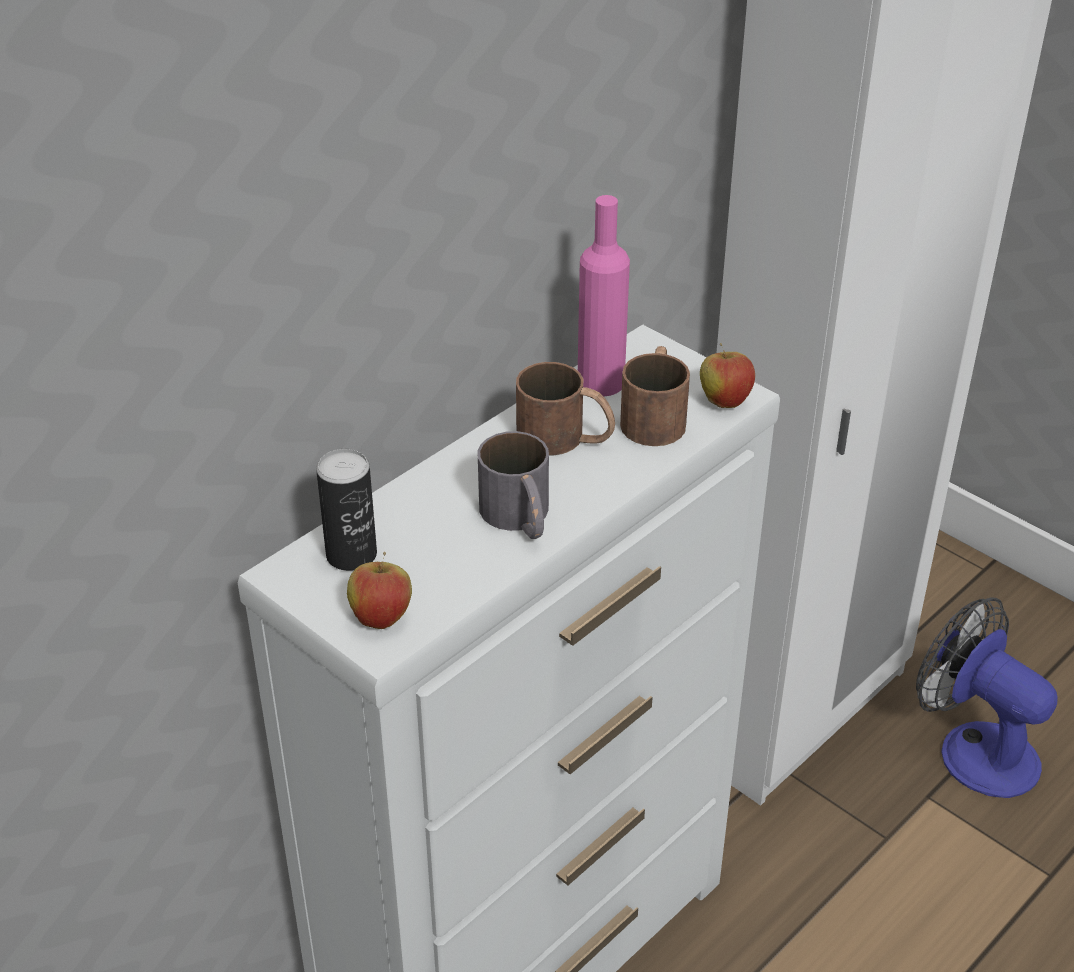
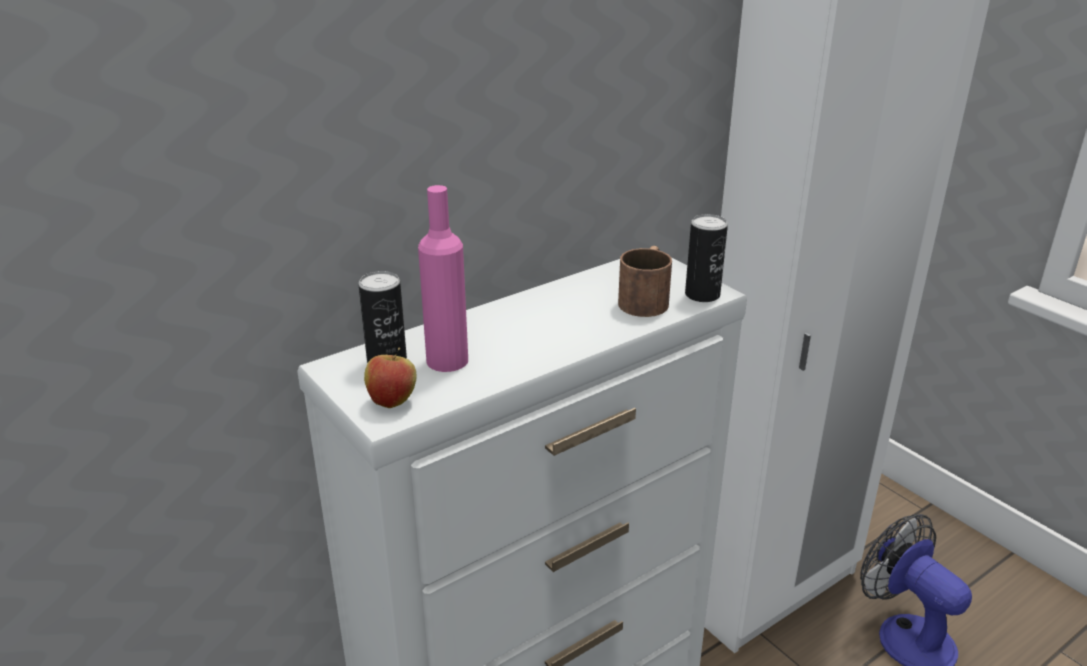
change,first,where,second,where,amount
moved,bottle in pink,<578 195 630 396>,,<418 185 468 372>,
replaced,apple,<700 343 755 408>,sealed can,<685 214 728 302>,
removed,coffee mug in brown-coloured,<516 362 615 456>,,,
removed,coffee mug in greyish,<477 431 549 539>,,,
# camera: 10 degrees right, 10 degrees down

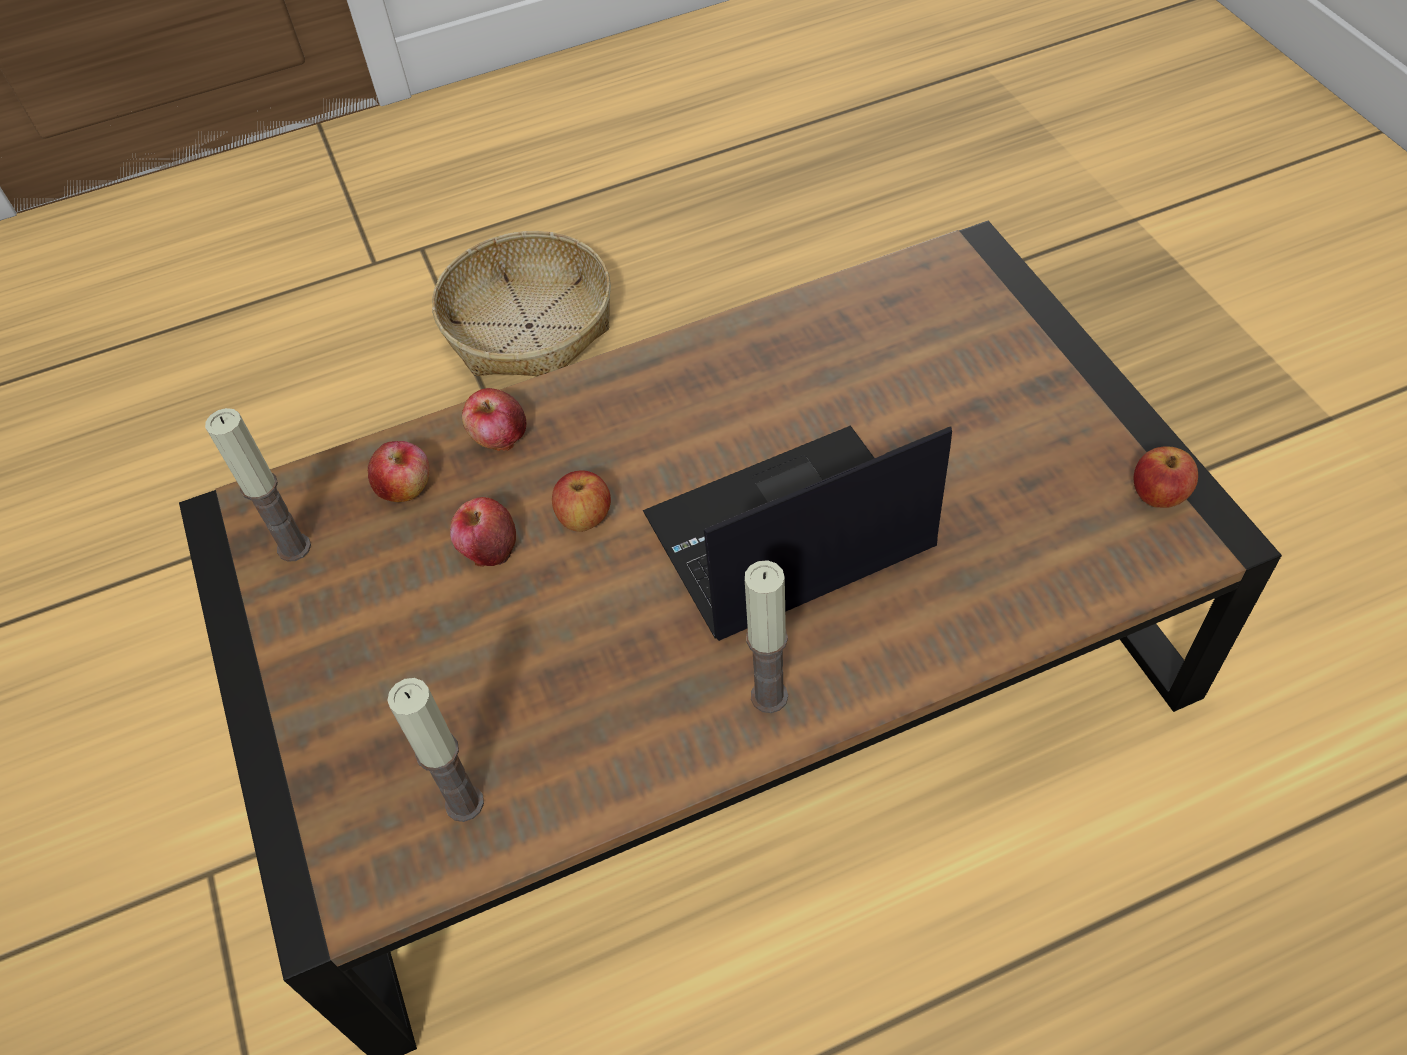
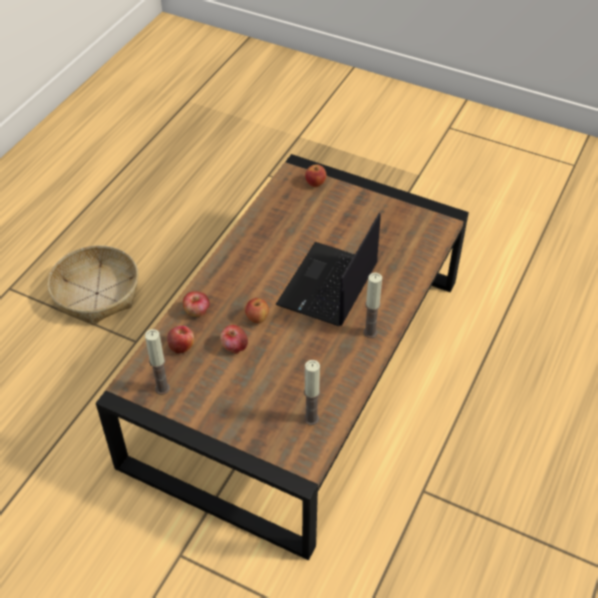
change,first,where,second,where,amount
moved,apple,<1134 446 1198 508>,,<305 164 326 187>,
# camera: 45 degrees left, 5 degrees down

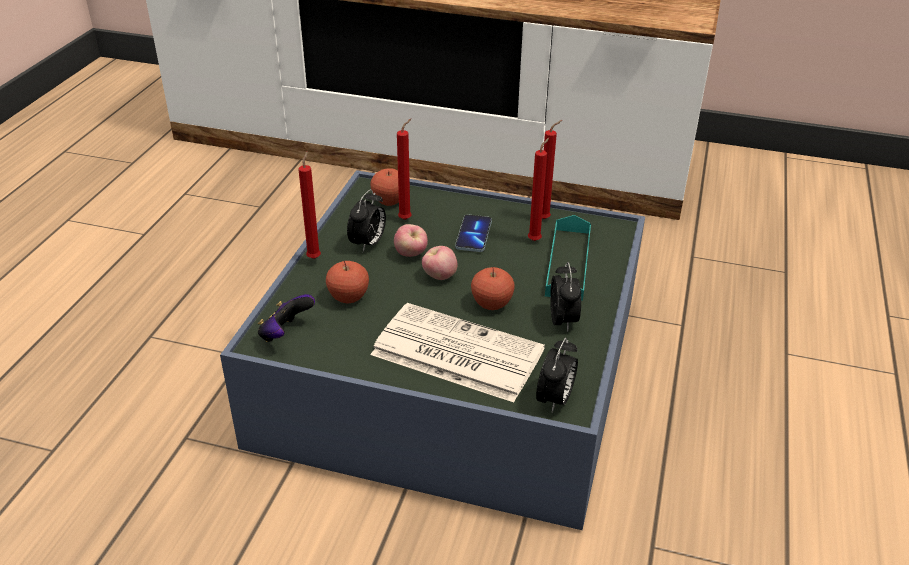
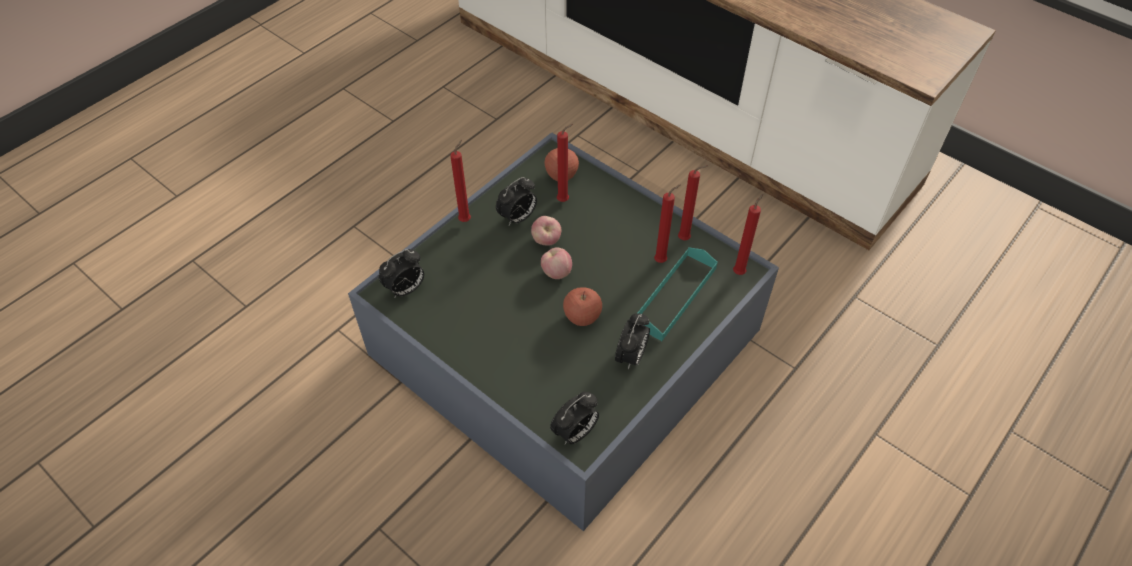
change,first,where,second,where,amount
removed,phone,<455 215 492 252>,,,
removed,apple,<326 261 369 303>,,,
replaced,joypad,<258 294 315 342>,table clock,<379 249 424 297>,
removed,printed paper,<371 303 545 402>,,,
added,,,wax light in reddish,<733 194 763 275>,
# camera: 25 degrees right, 15 degrees up

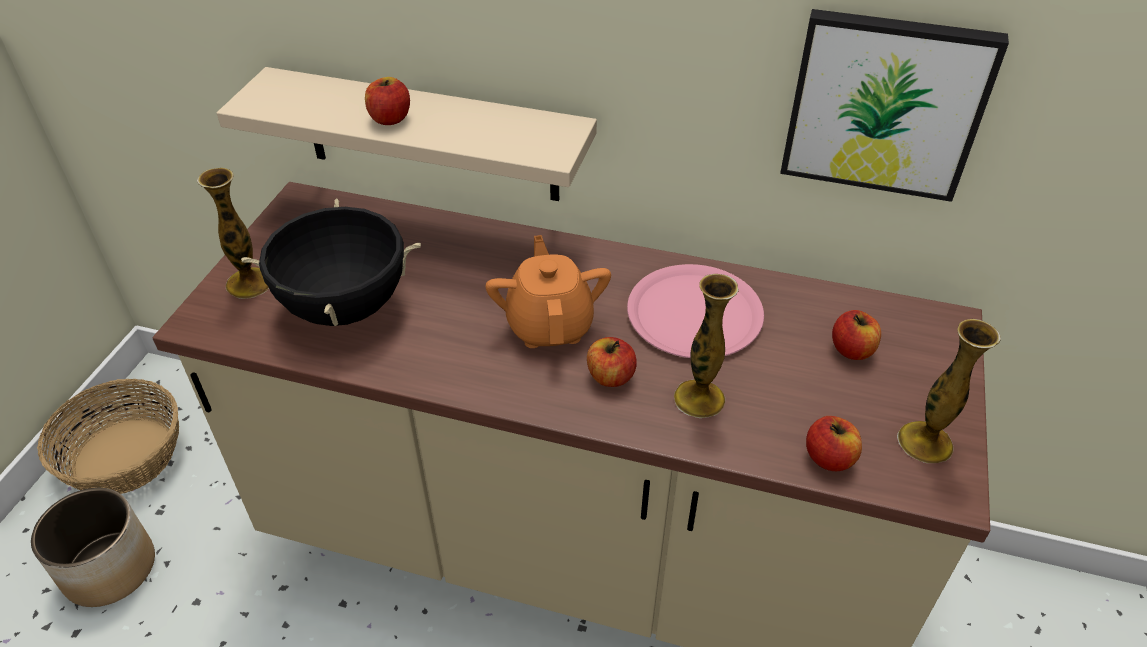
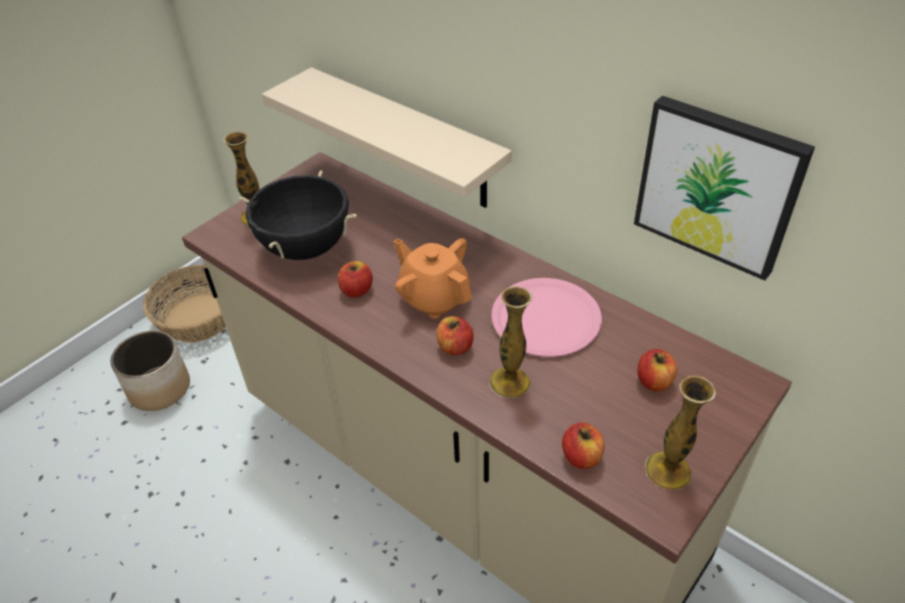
change,first,where,second,where,amount
moved,apple,<365 77 410 125>,,<338 261 373 298>,
turned,teapot in orange,<485 235 611 348>,,<393 238 472 319>,60 degrees counterclockwise
# camera: 25 degrees right, 0 degrees up

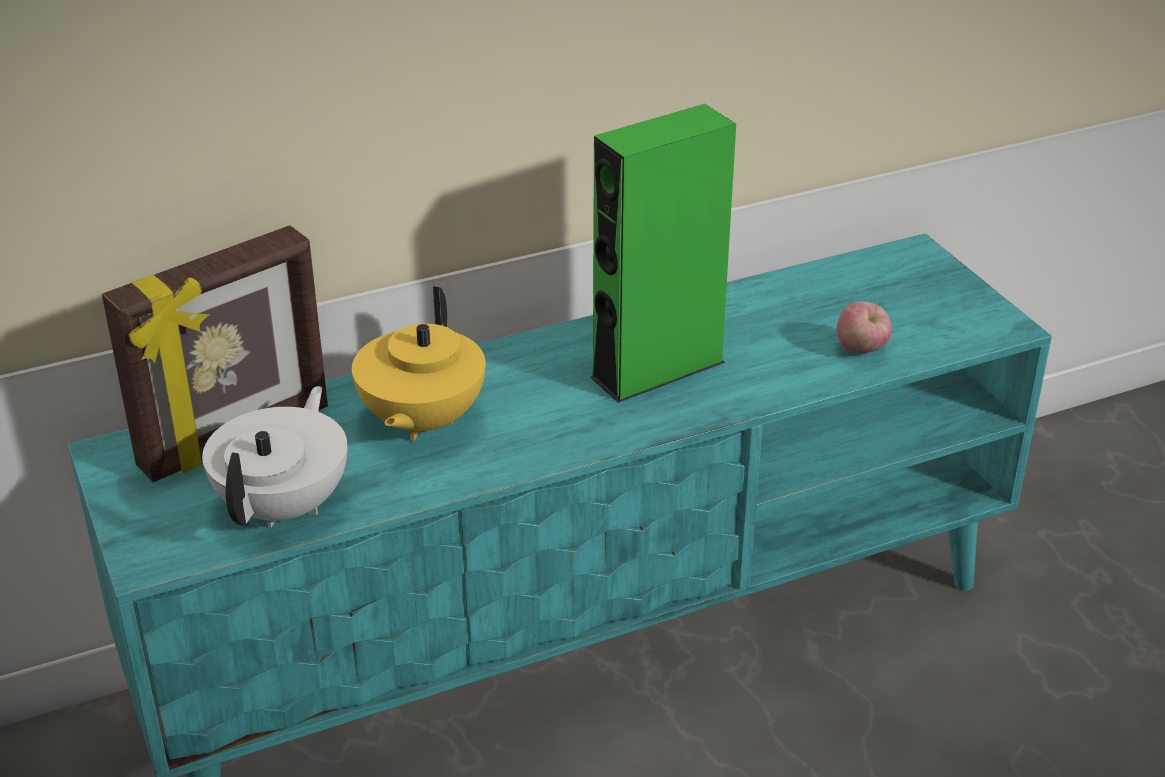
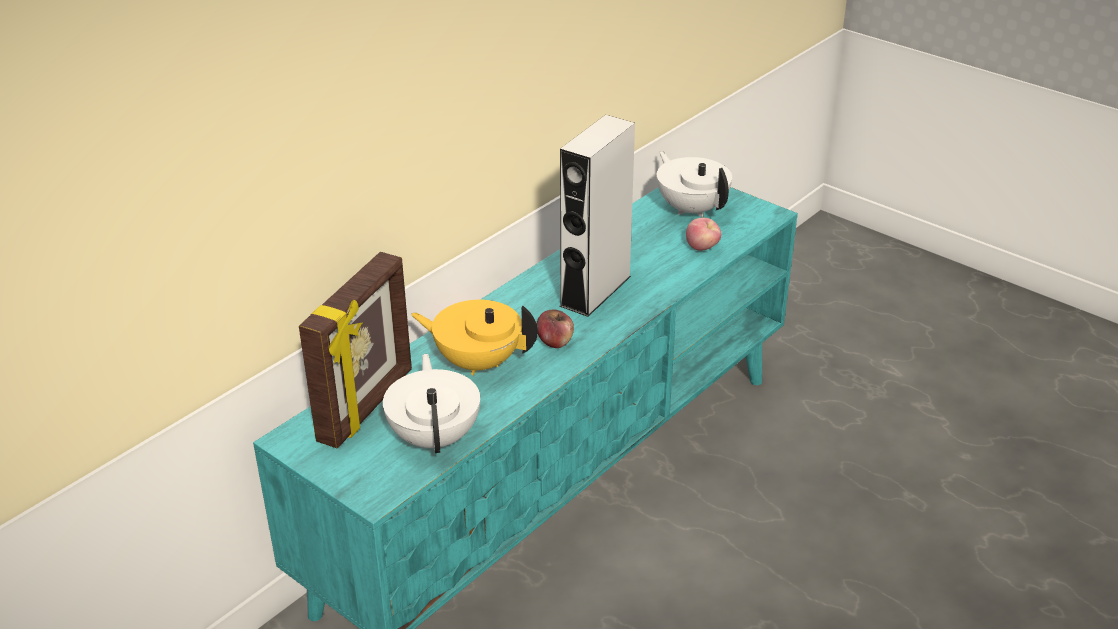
change,first,where,second,where,amount
recoloured,speaker in green,<590 104 736 403>,speaker in greyish,<559 115 635 317>,
turned,teapot in yellow,<352 286 486 441>,,<411 300 538 375>,120 degrees clockwise
added,,,teapot in white,<657 151 732 217>,
added,,,apple,<537 309 574 348>,
# camera: 25 degrees left, 0 degrees up

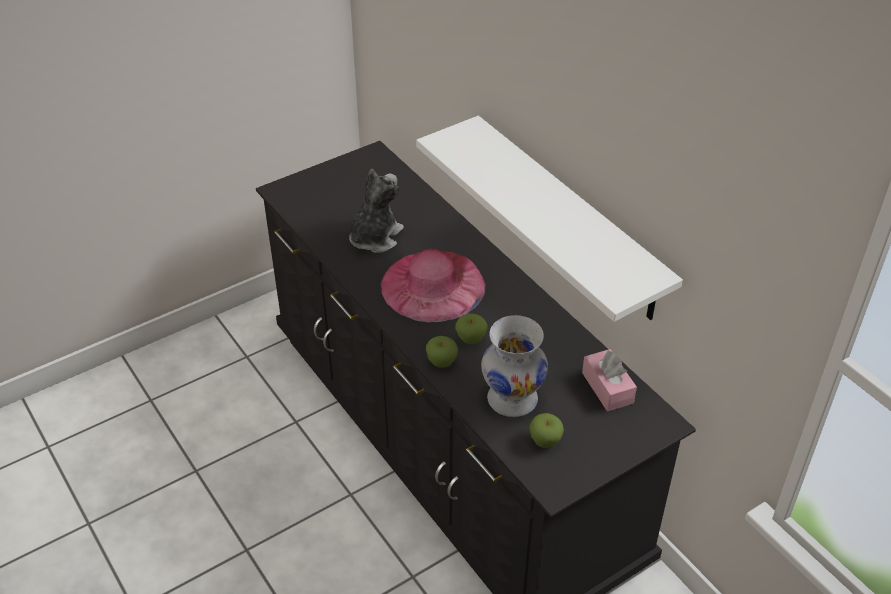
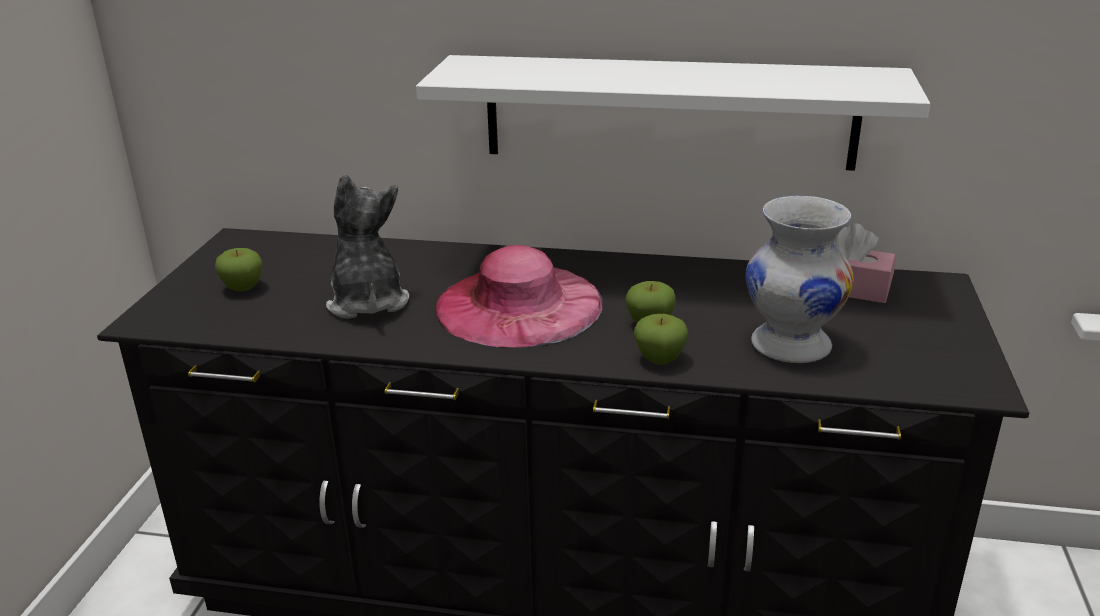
change,first,where,second,where,amount
moved,apple,<529 413 564 448>,,<214 248 262 292>,
# camera: 45 degrees left, 15 degrees down

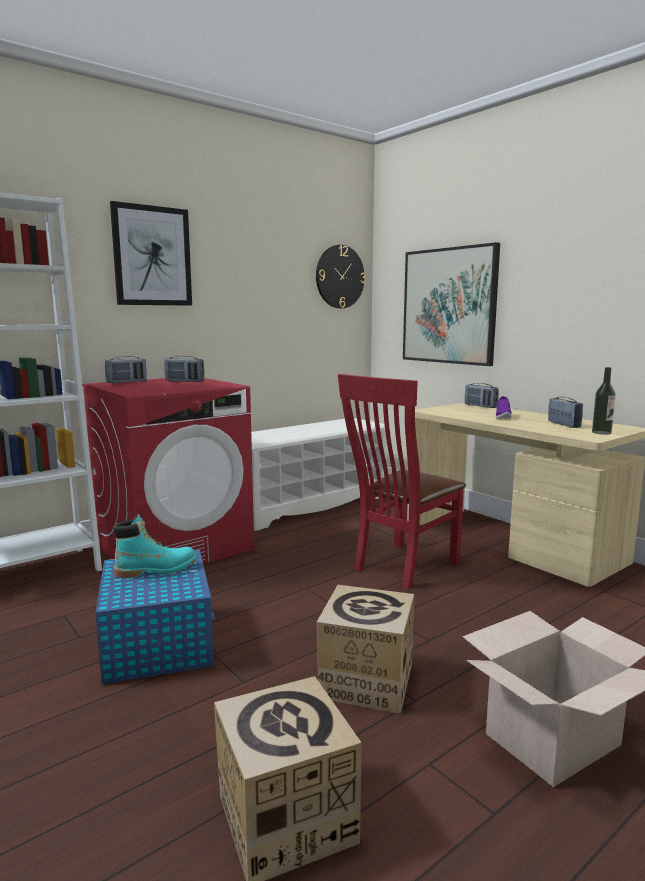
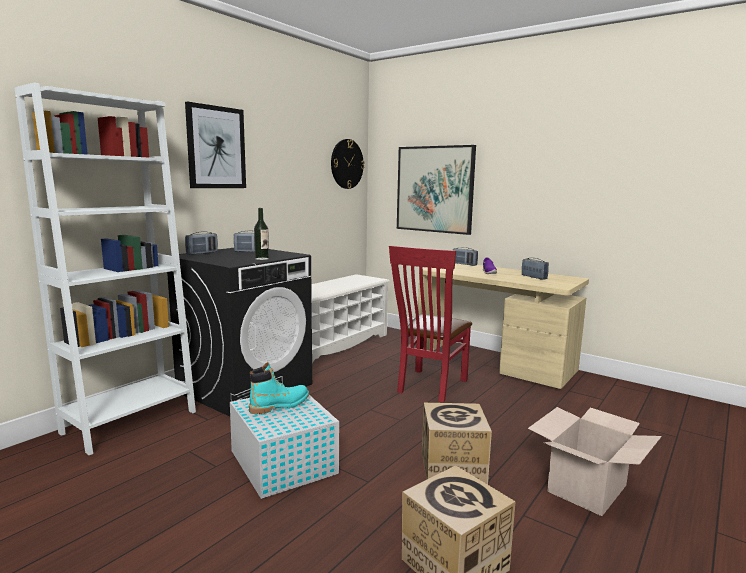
change,first,where,second,where,amount
moved,bottle,<592 367 616 435>,,<254 208 269 260>,
recoloured,washing machine in reddish,<82 378 254 564>,washing machine in black-coloured,<167 248 312 416>,
recoloured,storage bin in bluish,<96 550 215 684>,storage bin in white,<230 395 339 499>,
# camera: 15 degrees left, 0 degrees up

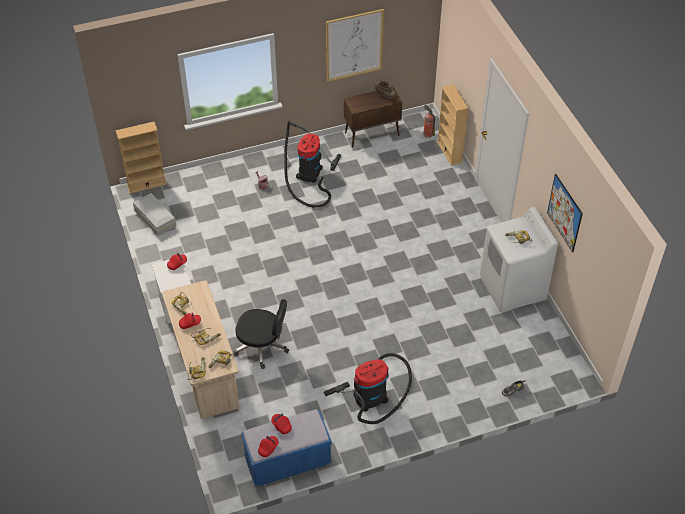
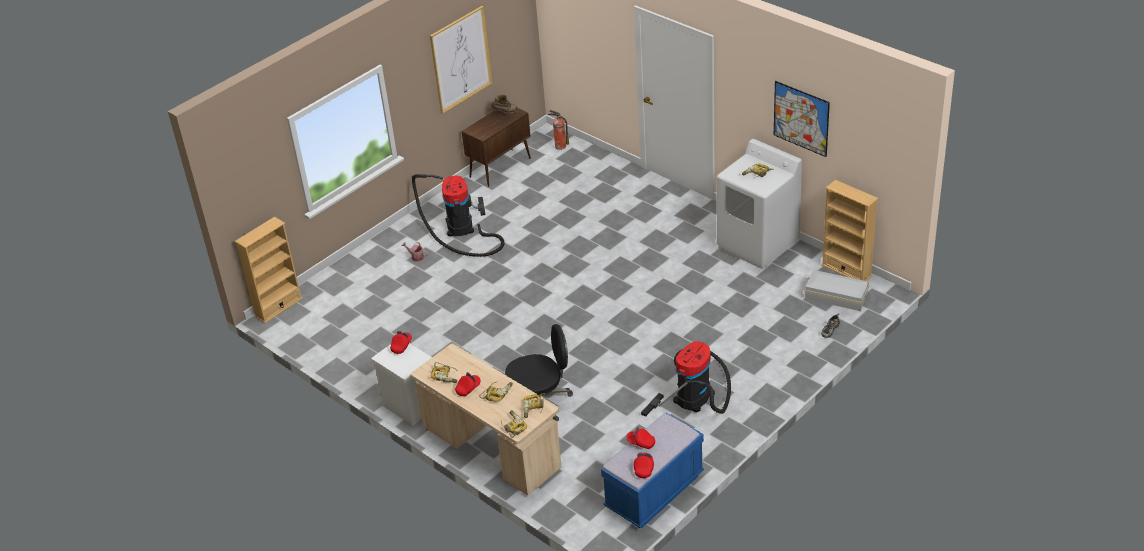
change,first,where,second,where,amount
moved,bookshelf in sand-coloured,<437 84 469 166>,,<821 180 878 281>,
moved,storage bin in white,<133 193 176 236>,,<804 270 869 311>,
# camera: 25 degrees left, 10 degrees down

